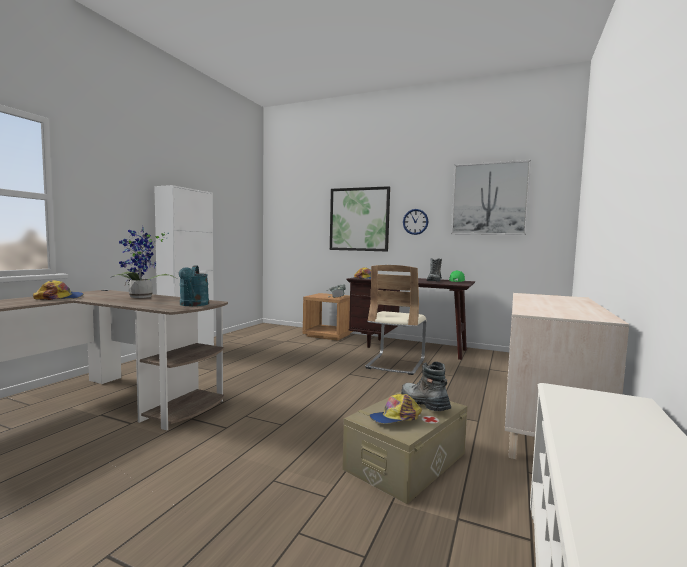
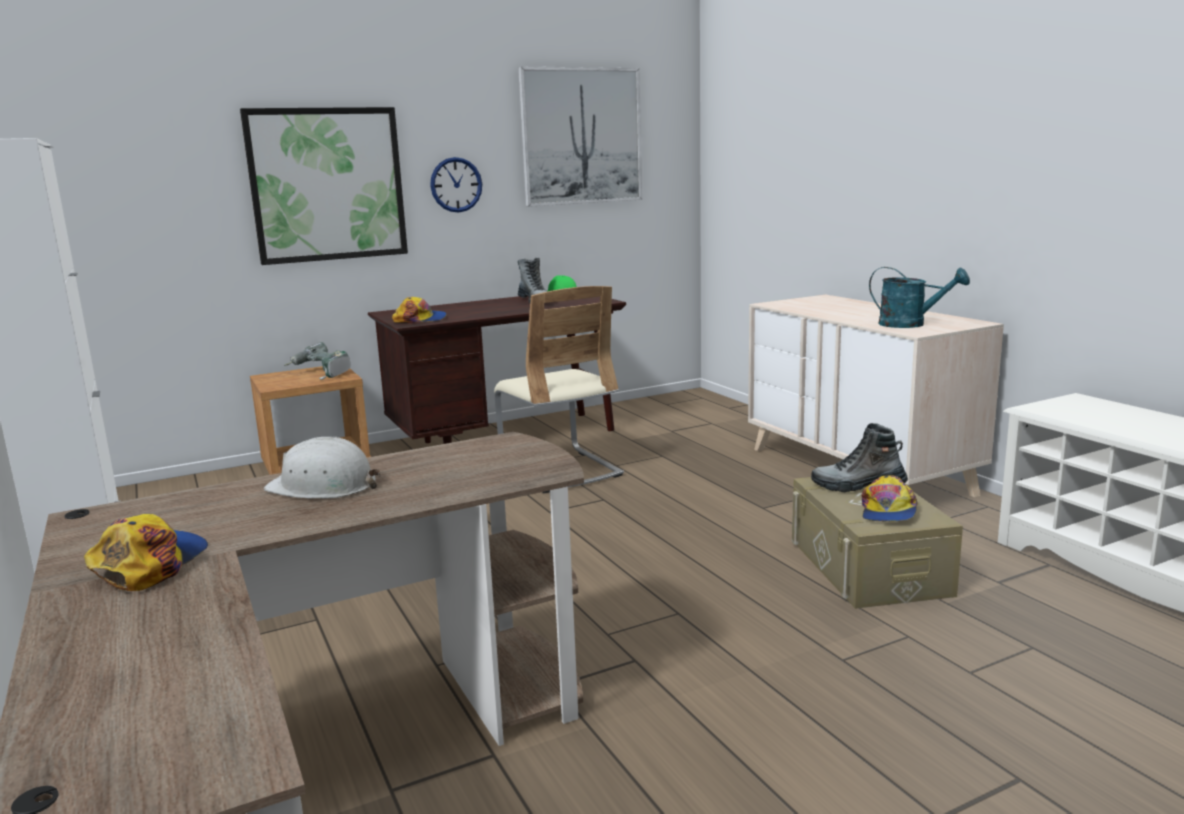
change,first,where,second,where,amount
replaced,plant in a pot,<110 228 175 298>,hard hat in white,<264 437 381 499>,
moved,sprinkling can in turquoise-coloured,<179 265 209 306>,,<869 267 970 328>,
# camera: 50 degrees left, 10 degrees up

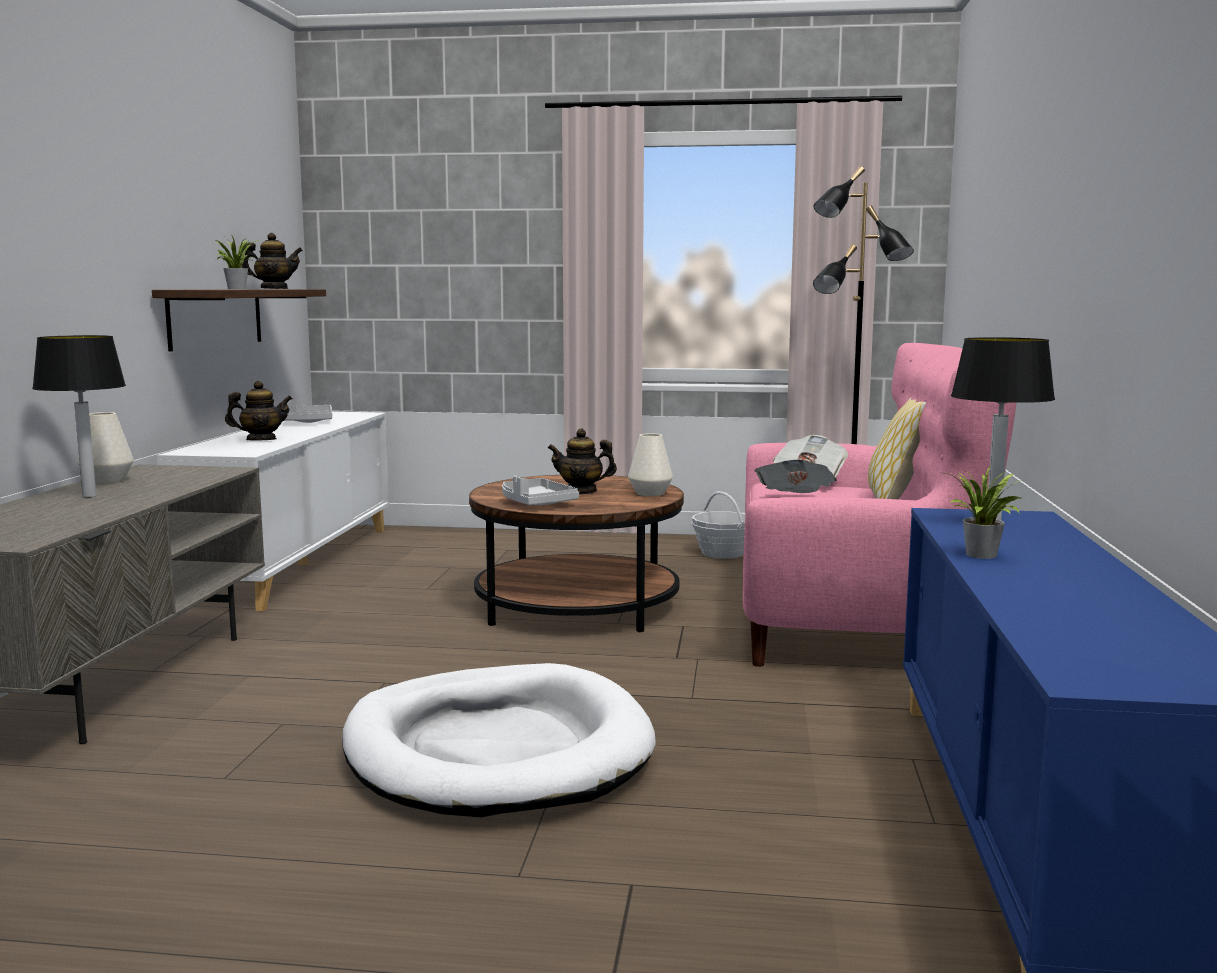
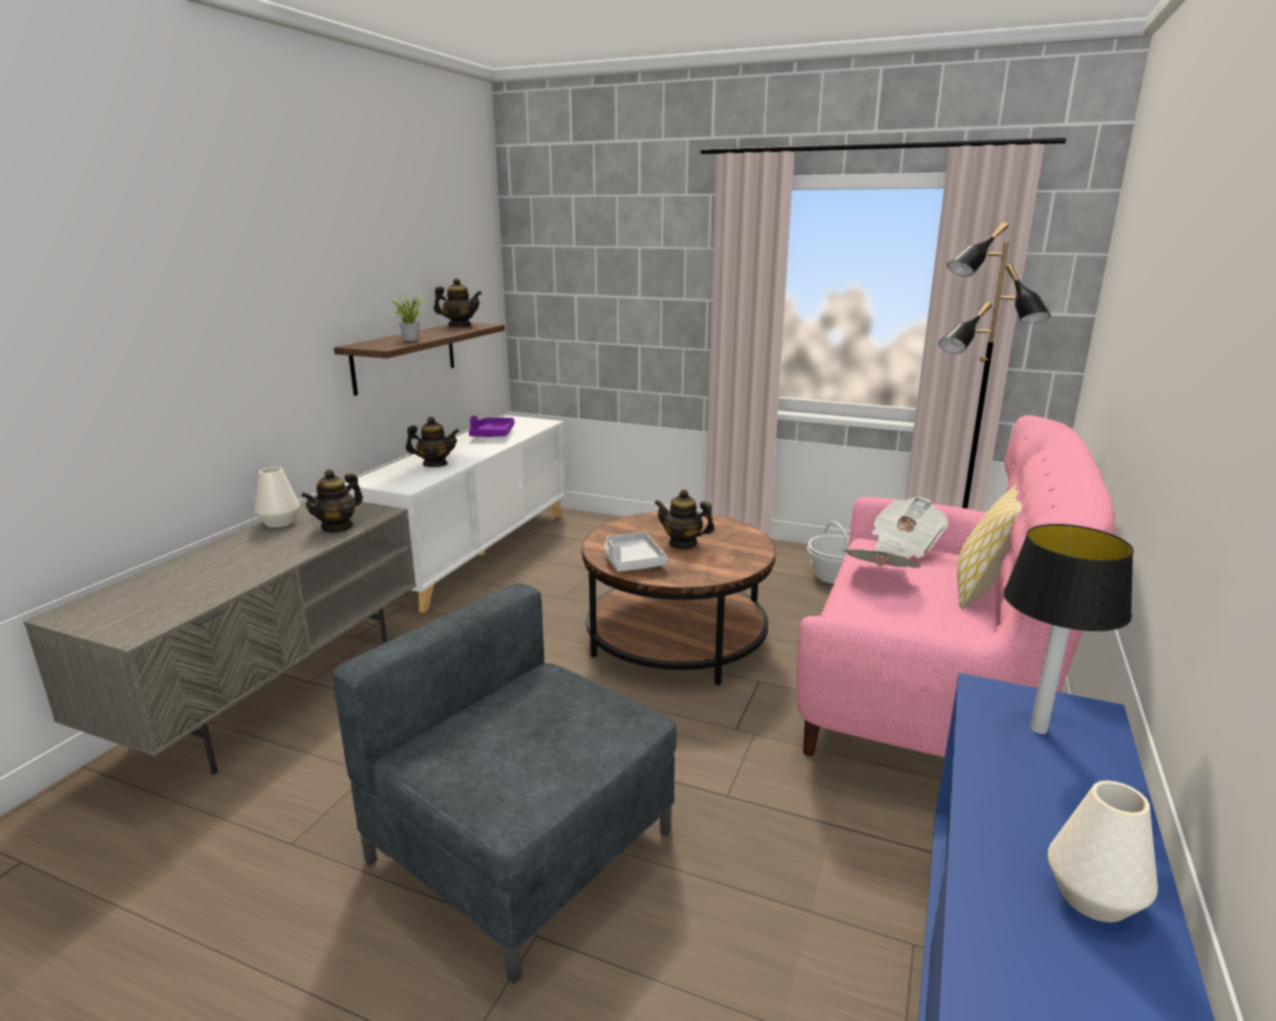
change,first,where,second,where,amount
removed,tabletop lamp,<32 335 126 497>,,,
recoloured,serving tray in greyish,<285 400 332 423>,serving tray in purple-coloured,<469 416 515 437>,
moved,vase in white,<628 433 673 496>,,<1048 781 1158 922>,
removed,plant in a pot,<939 464 1023 559>,,,
replaced,dog cushion in white,<342 663 656 817>,armchair in greyish,<332 583 677 984>,
added,,,teapot,<301 469 363 533>,
# camera: 15 degrees right, 10 degrees up

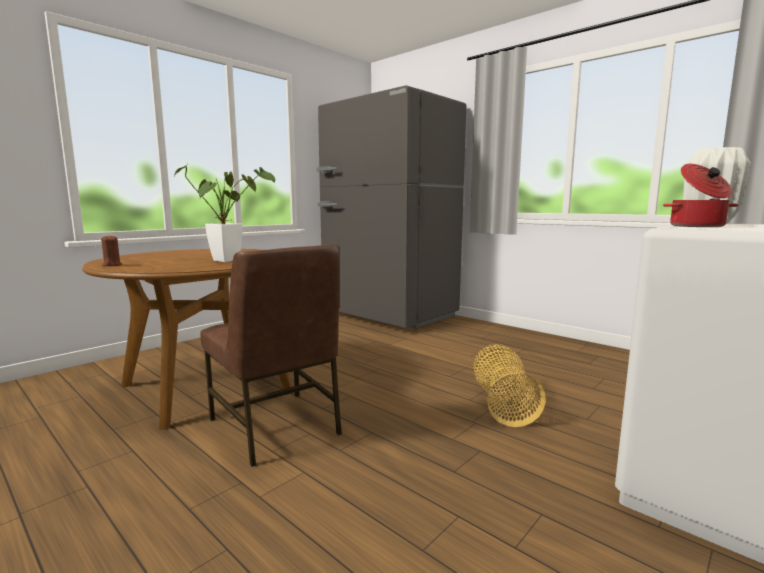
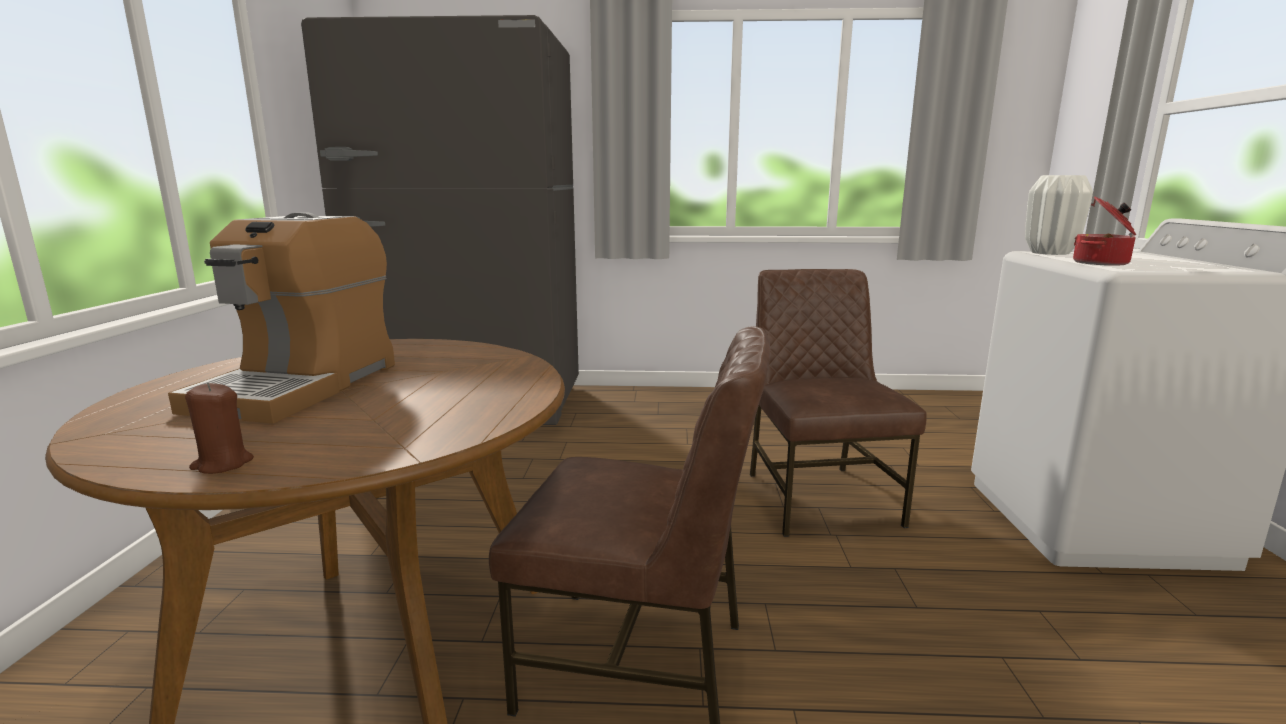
change,first,where,second,where,amount
removed,plant in a pot,<173 164 275 262>,,,
replaced,storage basket,<474 344 546 427>,upright chair in brown-coloured,<750 269 927 537>,
added,,,coffee brewer,<168 212 395 423>,
# camera: 40 degrees left, 5 degrees up

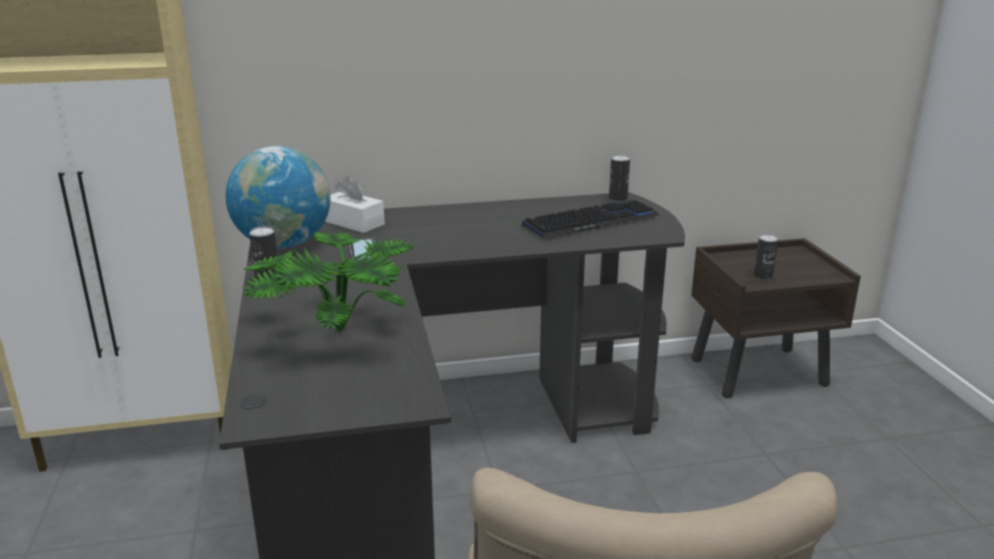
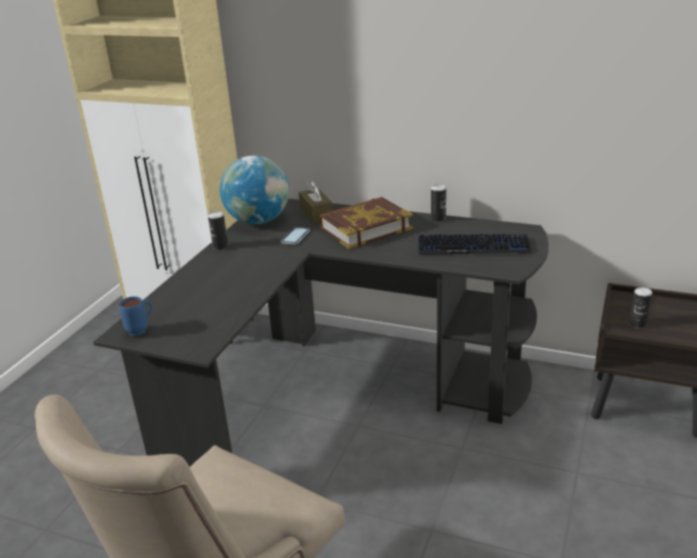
change,first,where,second,where,amount
moved,sealed can,<609 155 630 201>,,<431 184 446 222>,
recoloured,tissue box in white,<325 176 385 233>,tissue box in brown-coloured,<299 181 332 223>,
removed,plant in a pot,<242 232 414 332>,,,
added,,,book,<319 197 413 249>,
added,,,coffee mug in bluish,<119 297 152 336>,
# camera: 35 degrees right, 5 degrees up

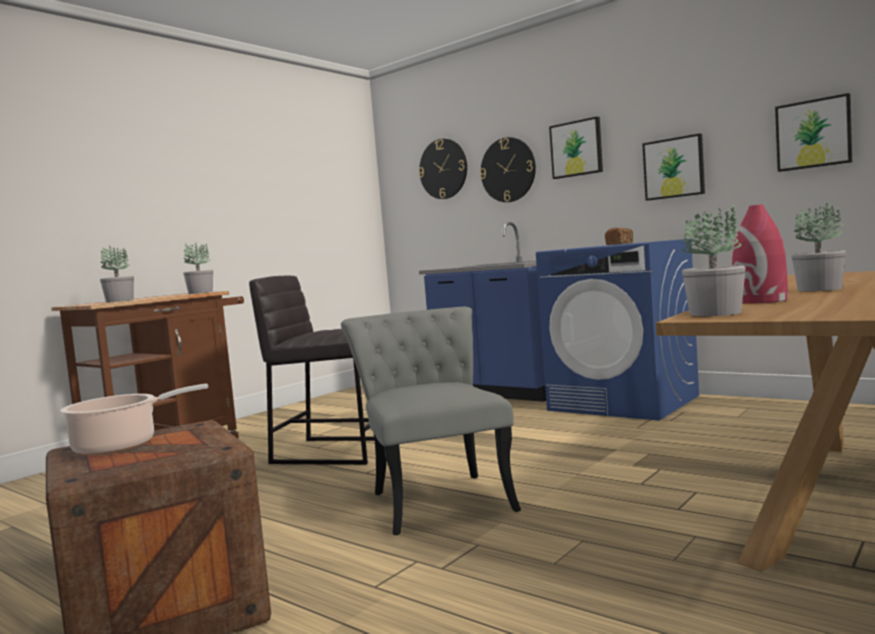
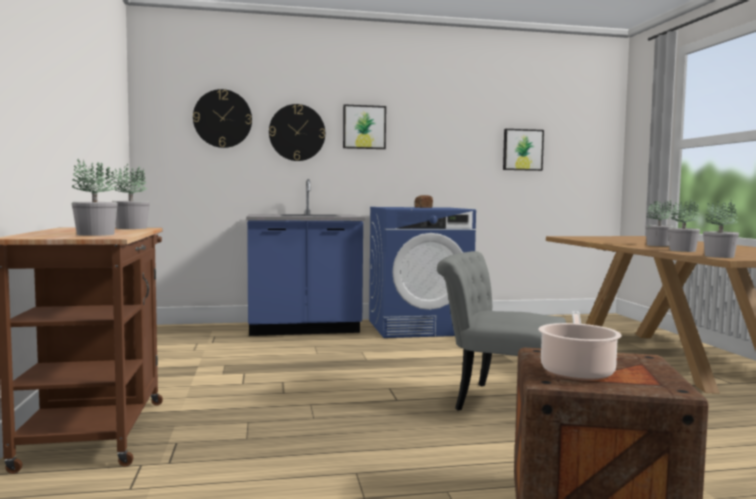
change,first,where,second,where,amount
removed,wall picture,<642 133 705 201>,,,
replaced,vase in reddish,<732 204 788 304>,plant in a pot,<668 199 700 252>,
removed,stool seat in greyish,<249 276 374 465>,,,
# camera: 50 degrees left, 0 degrees up

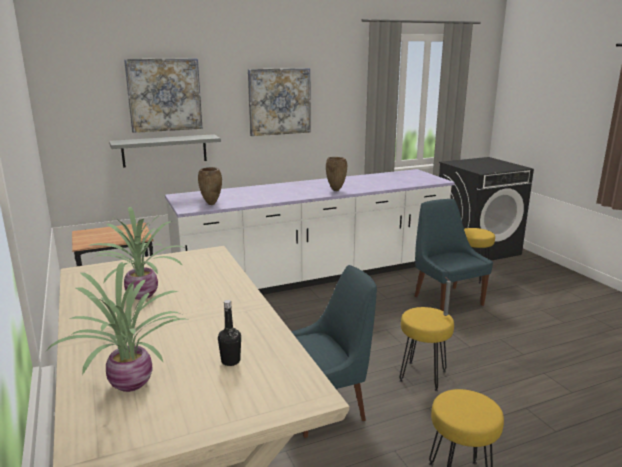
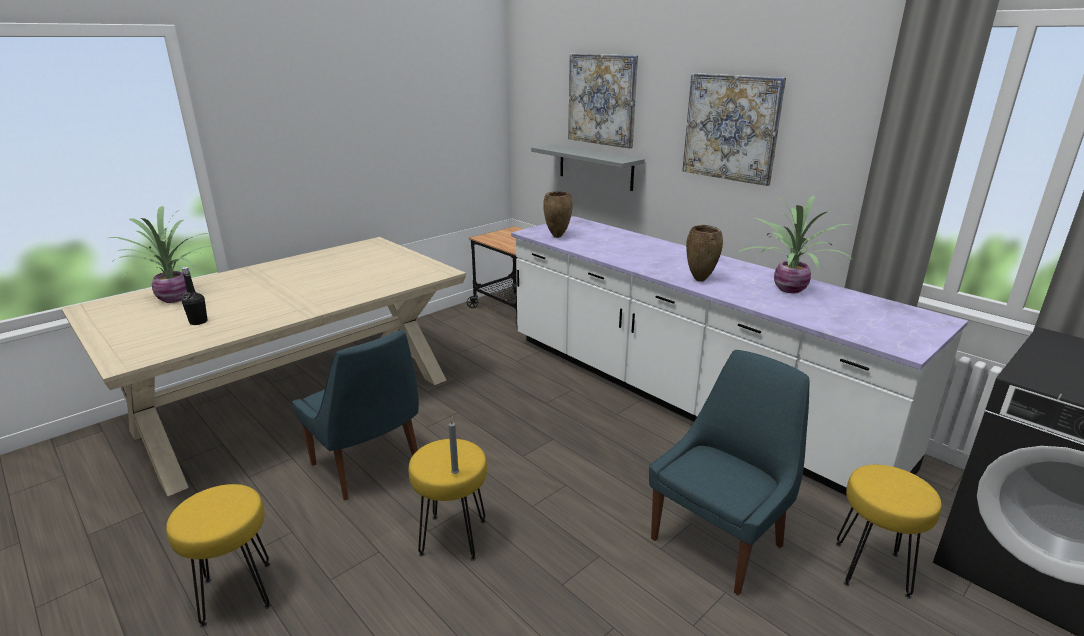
change,first,where,second,where,amount
moved,plant in a pot,<89 207 184 300>,,<737 196 853 293>,
# camera: 70 degrees right, 5 degrees up

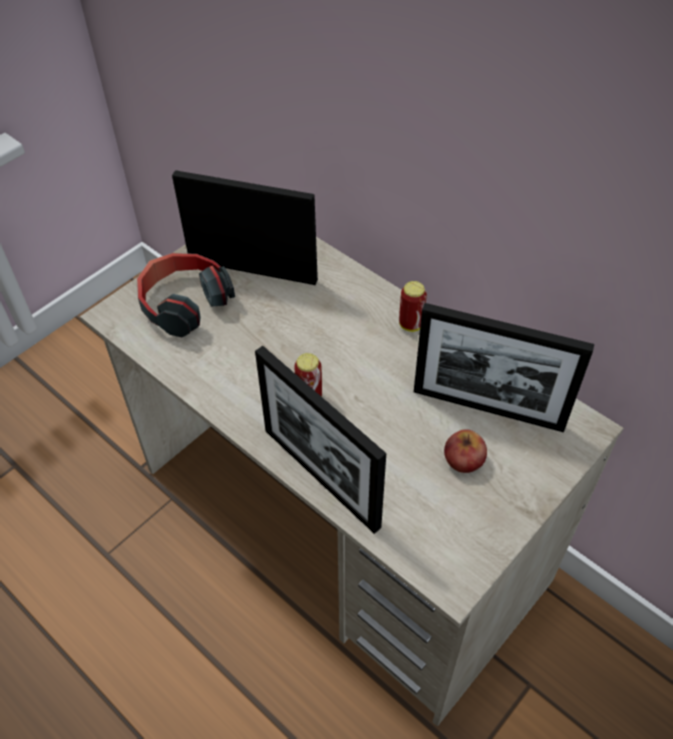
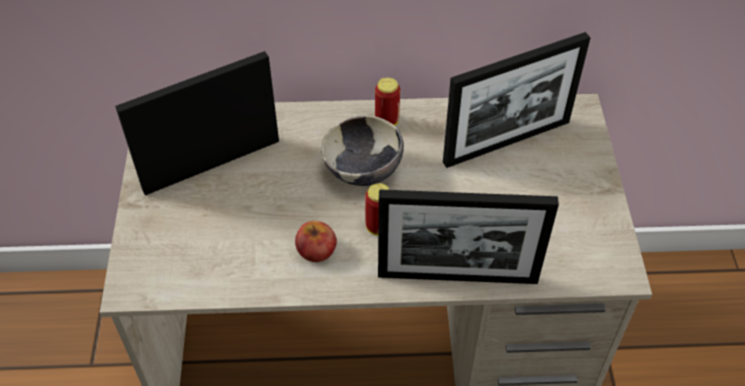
change,first,where,second,where,amount
removed,pair of headphones,<137 253 235 338>,,,
moved,apple,<444 429 487 473>,,<295 221 337 262>,
added,,,serving bowl,<321 116 404 186>,
# camera: 45 degrees left, 0 degrees up

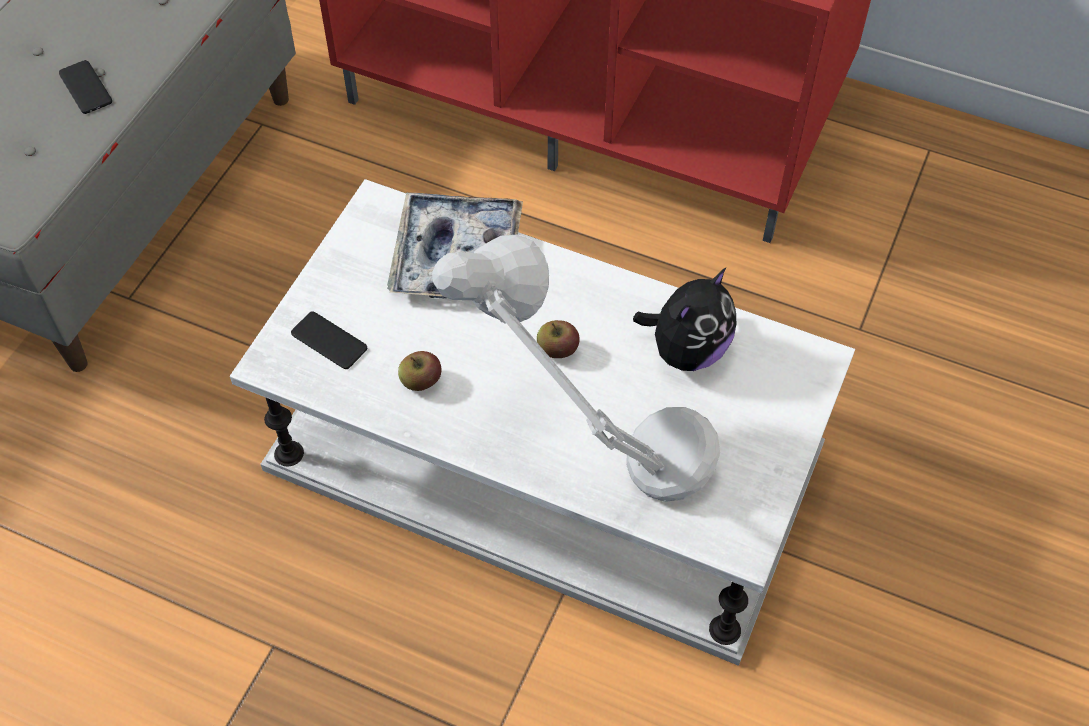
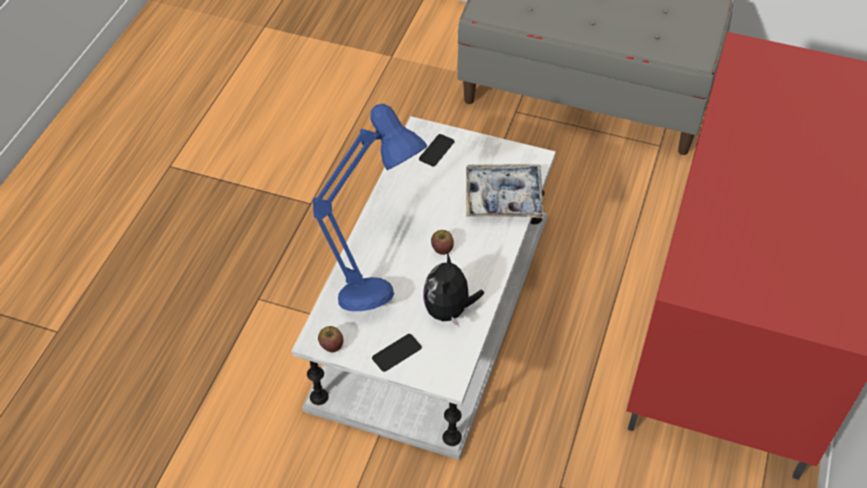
change,first,where,second,where,amount
moved,phone,<59 60 112 114>,,<372 334 422 372>,
recoloured,tabletop lamp in greyish,<432 235 720 502>,tabletop lamp in bluish,<313 104 427 311>,
turned,plush toy,<633 268 736 371>,,<423 252 484 327>,60 degrees clockwise
moved,apple,<398 351 441 391>,,<318 326 343 352>,
# camera: 85 degrees right, 5 degrees down

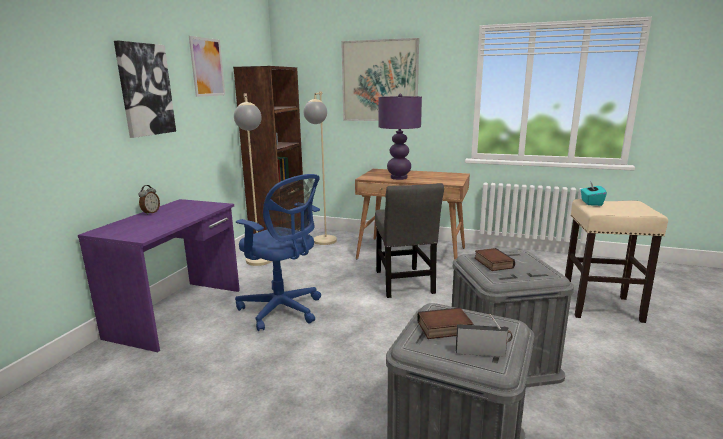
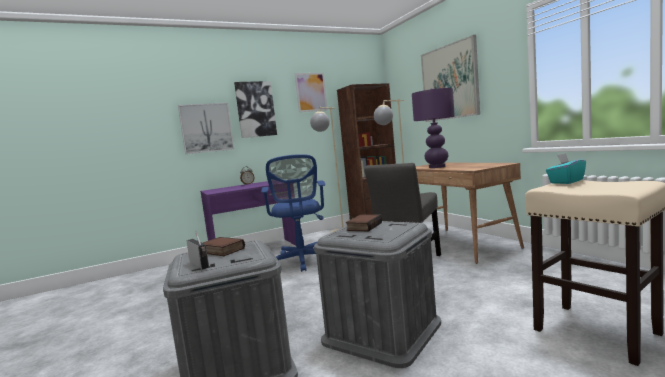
change,first,where,second,where,amount
added,,,wall picture,<178 103 234 154>,
# camera: 45 degrees right, 10 degrees down

